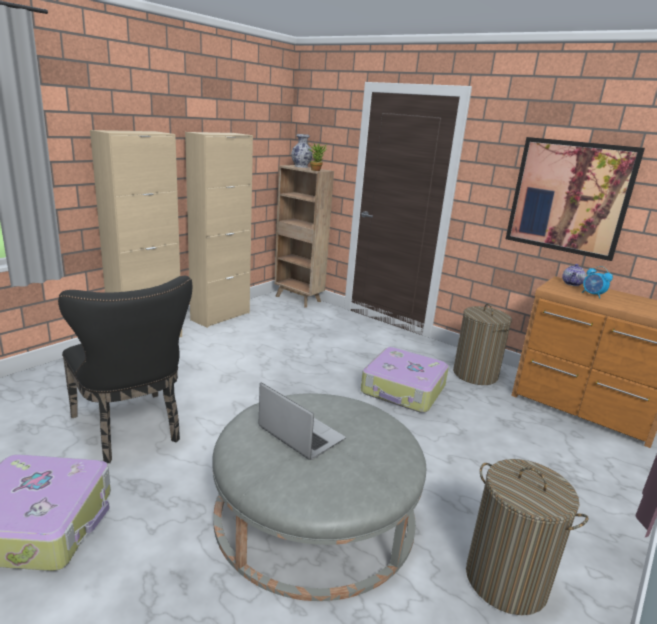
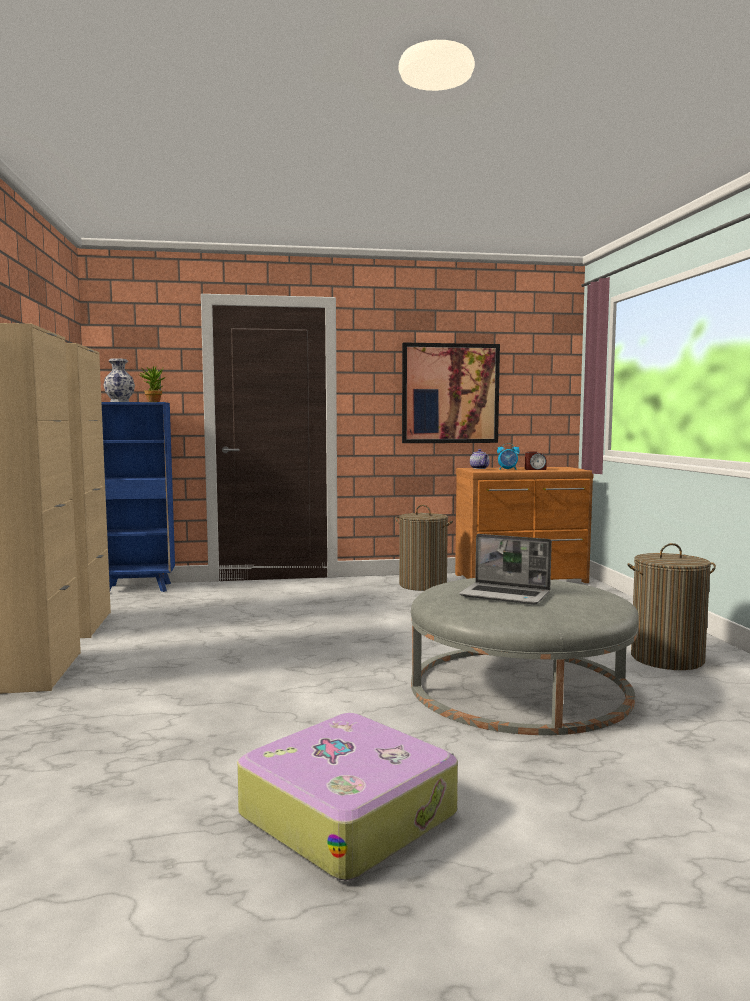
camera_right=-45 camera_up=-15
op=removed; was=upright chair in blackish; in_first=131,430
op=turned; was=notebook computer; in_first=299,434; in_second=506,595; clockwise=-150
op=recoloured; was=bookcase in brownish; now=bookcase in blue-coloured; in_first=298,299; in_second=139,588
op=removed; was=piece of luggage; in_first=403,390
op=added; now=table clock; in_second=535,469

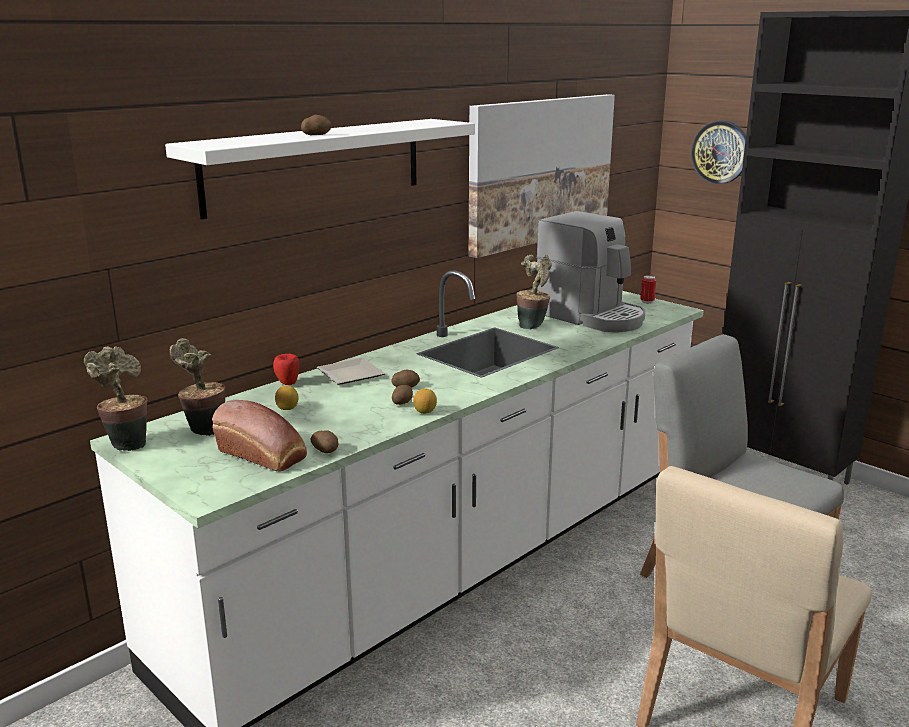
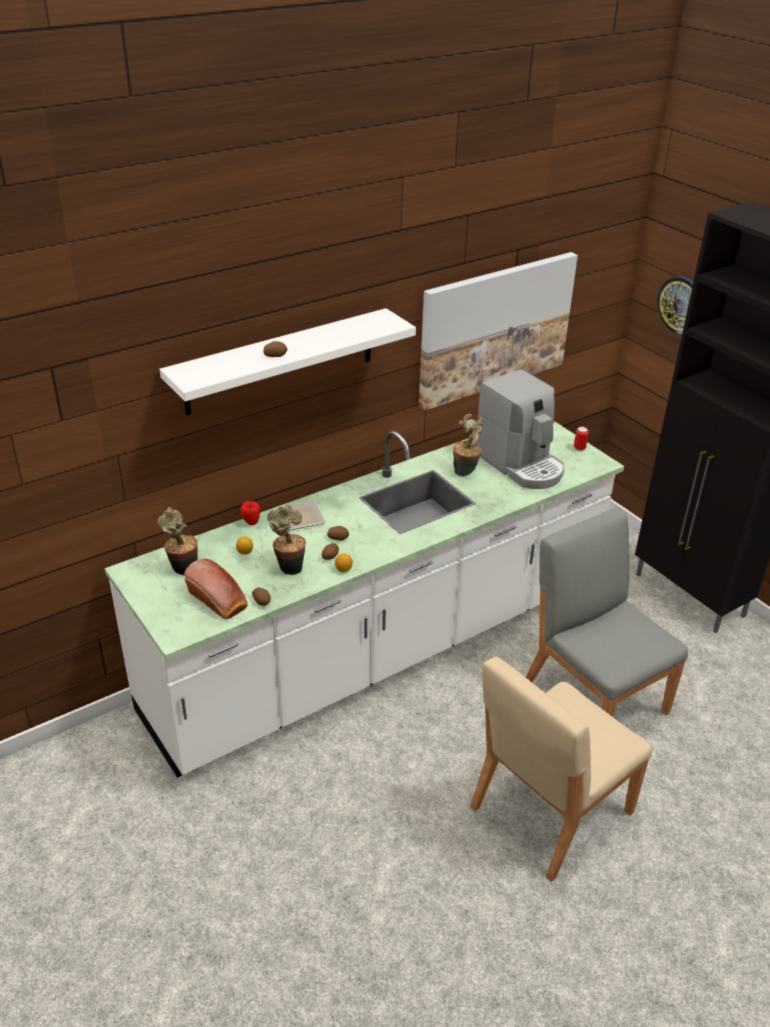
camera_right=10 camera_up=15
op=moved; was=houseplant; in_first=126,443; in_second=289,567

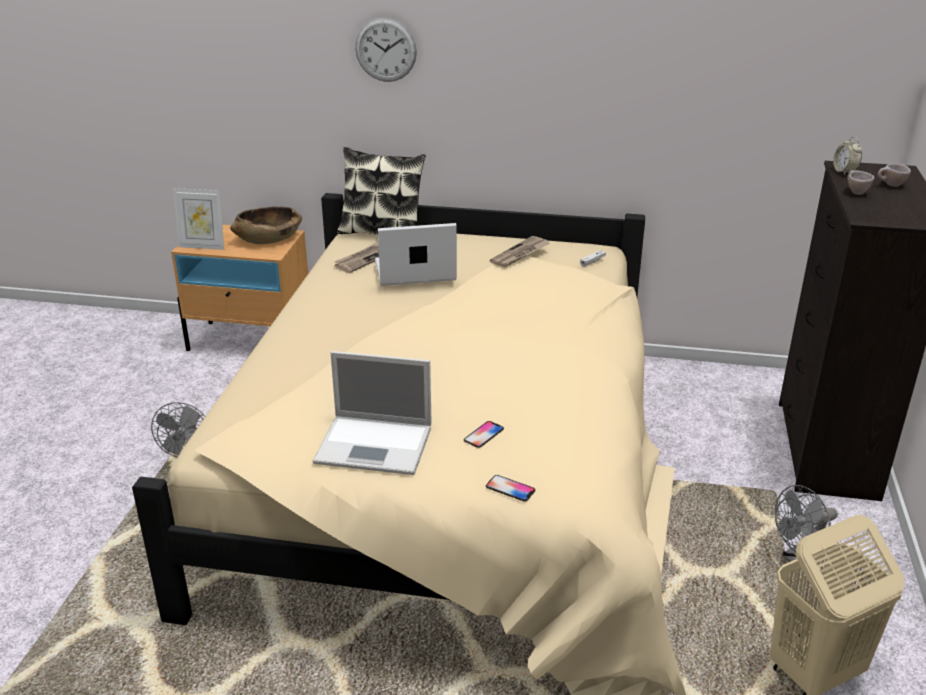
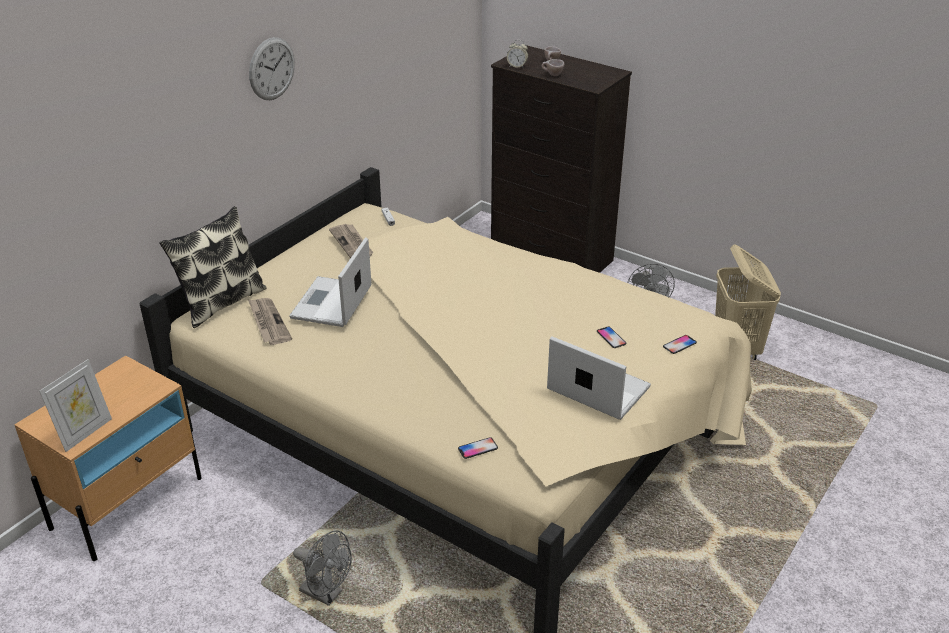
camera_right=-65 camera_up=5
op=removed; was=deep dish in brownish; in_first=268,238
op=turned; was=notebook computer; in_first=376,445; in_second=596,388; clockwise=-90
op=moved; was=wall clock; in_first=385,50; in_second=272,69
op=added; now=telephone; in_second=478,448

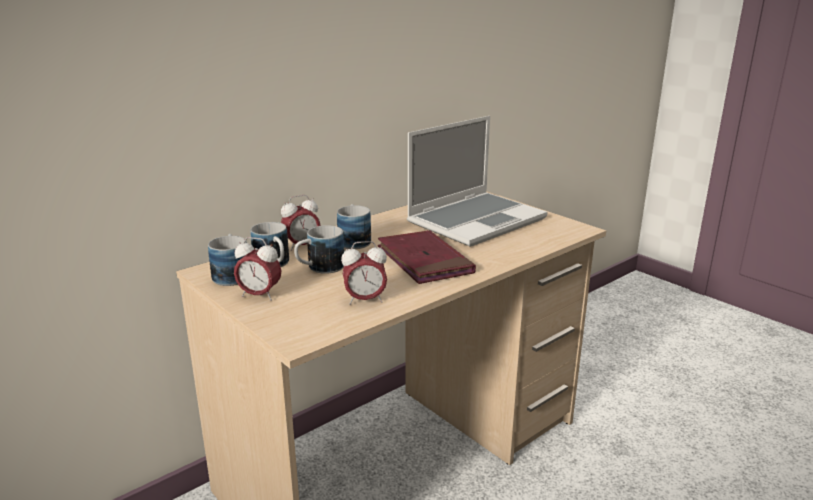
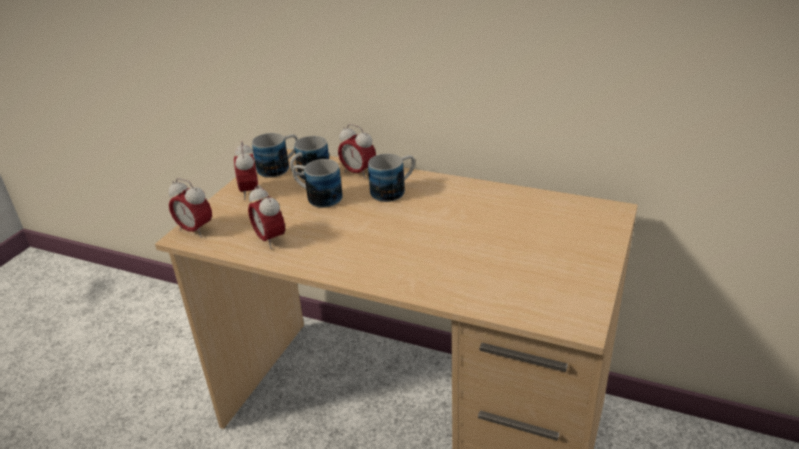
camera_right=65 camera_up=10
op=removed; was=volume in red; in_first=424,261
op=removed; was=notebook computer; in_first=476,220
op=added; now=table clock; in_second=195,230

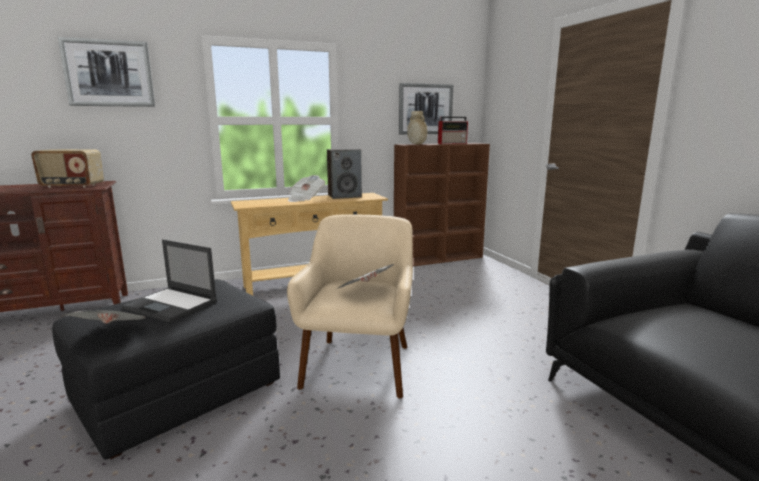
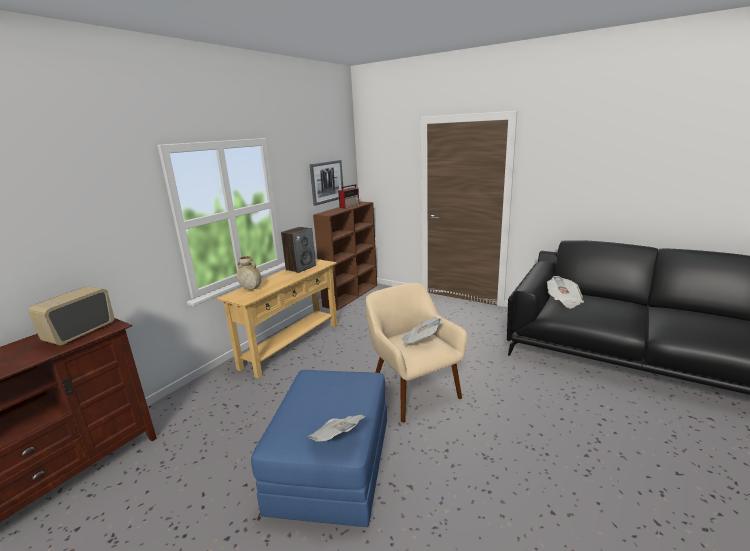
camera_right=-35 camera_up=5
op=turned; was=radio receiver; in_first=72,186; in_second=80,333; clockwise=150
op=recoloured; was=pouffe in blackish; now=pouffe in blue-coloured; in_first=179,392; in_second=332,465
op=removed; was=picture; in_first=109,73
op=removed; was=notebook computer; in_first=171,304
op=moved; was=newspaper; in_first=305,199; in_second=564,301
op=moved; was=vase in beige; in_first=417,144; in_second=251,289

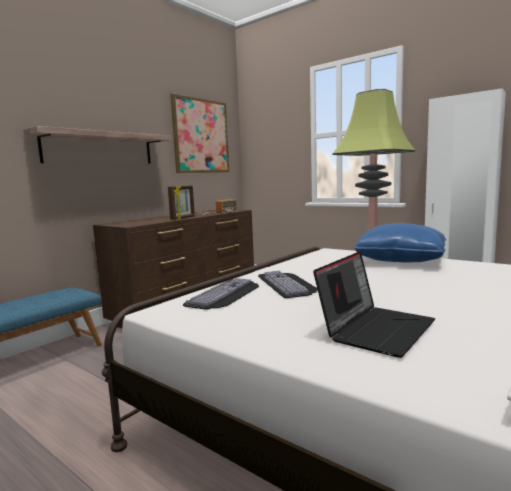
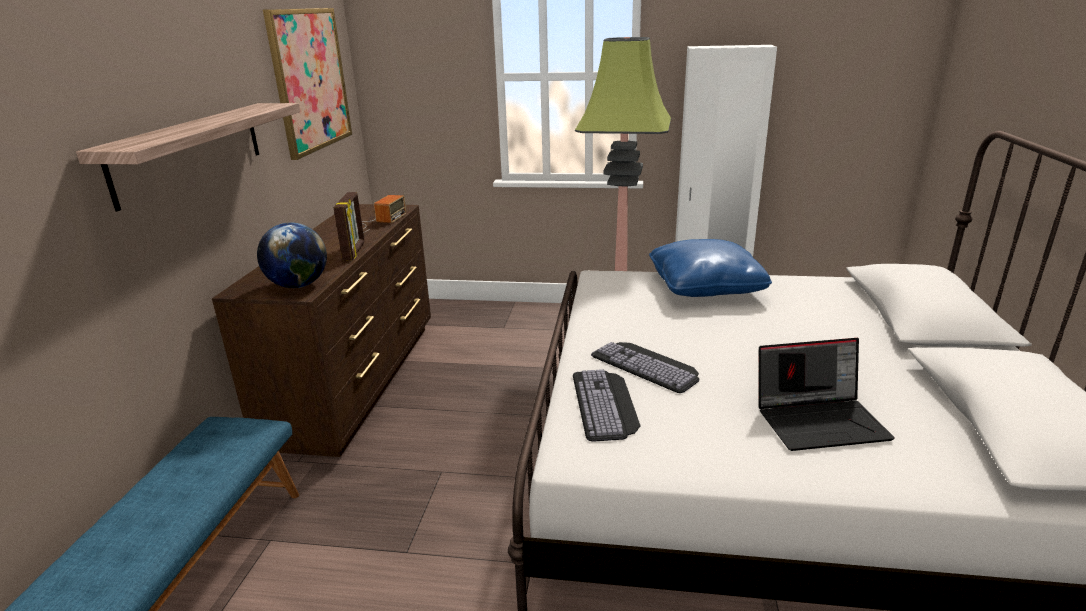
camera_right=-30 camera_up=15
op=turned; was=notebook computer; in_first=376,329; in_second=820,420; clockwise=75
op=added; now=desk globe; in_second=298,285

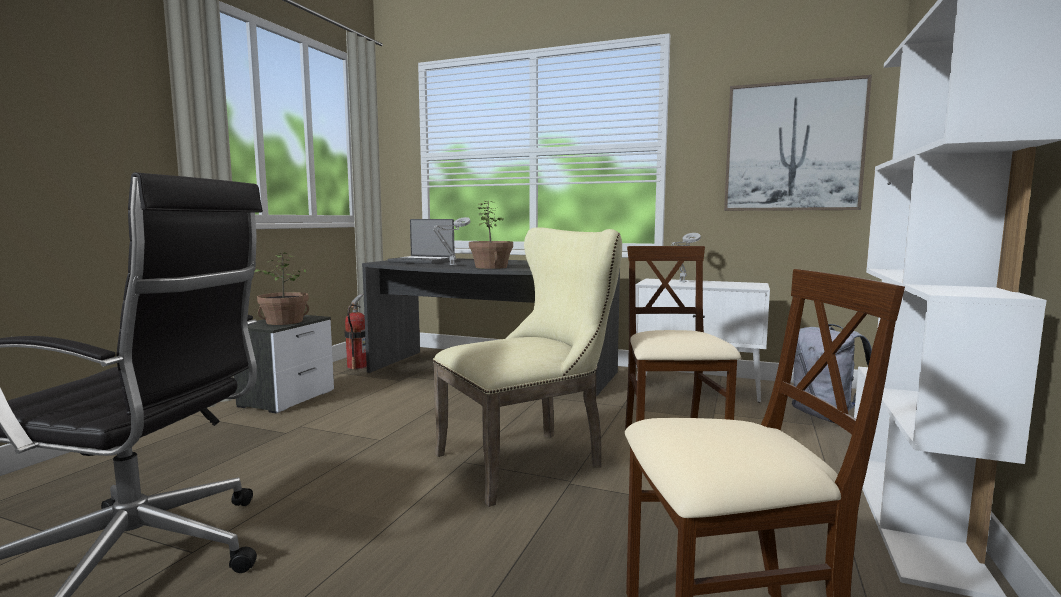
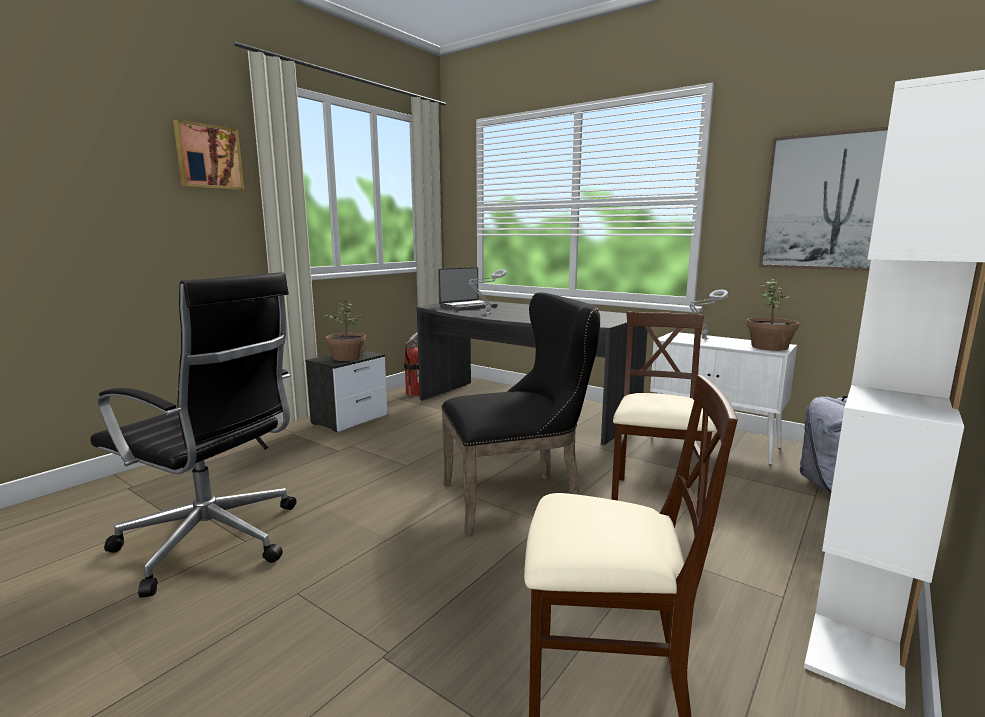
camera_right=15 camera_up=5
op=turned; was=notebook computer; in_first=422,261; in_second=467,306; clockwise=-75
op=recoloured; was=upright chair in beige; now=upright chair in blackish; in_first=529,460; in_second=518,498
op=moved; was=houseplant; in_first=491,267; in_second=770,347
op=added; now=picture; in_second=208,157

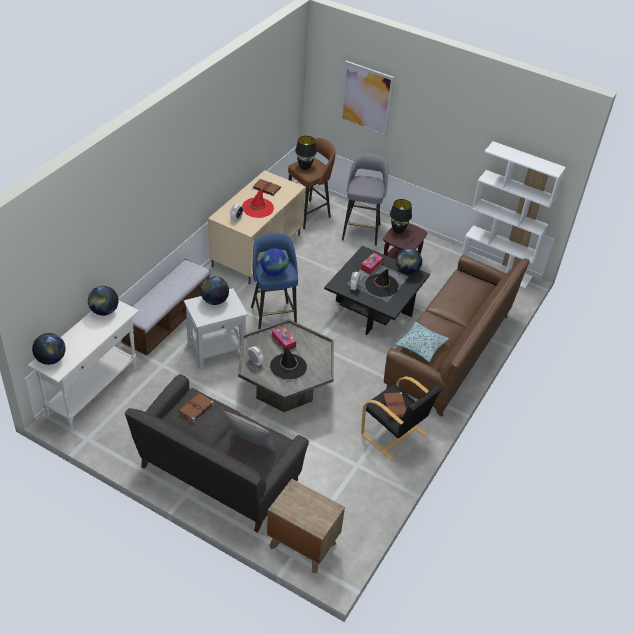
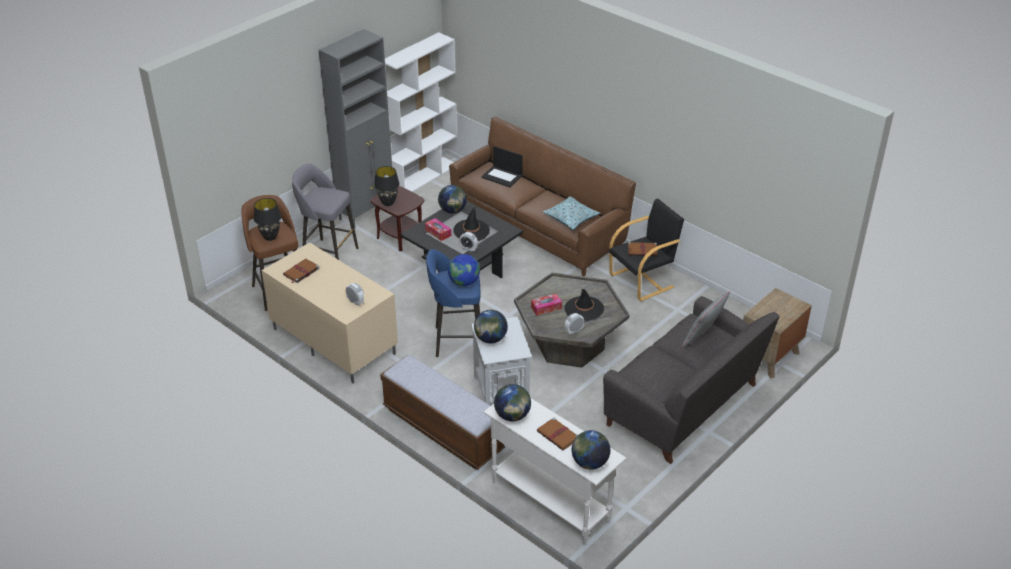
camera_right=-75 camera_up=-5
op=moved; was=volume in brownish; in_first=195,408; in_second=558,436
op=removed; was=hat in red; in_first=257,208
op=removed; was=picture; in_first=366,99
op=added; now=cabinet in greyish; in_second=367,212
op=added; now=notebook computer; in_second=502,176

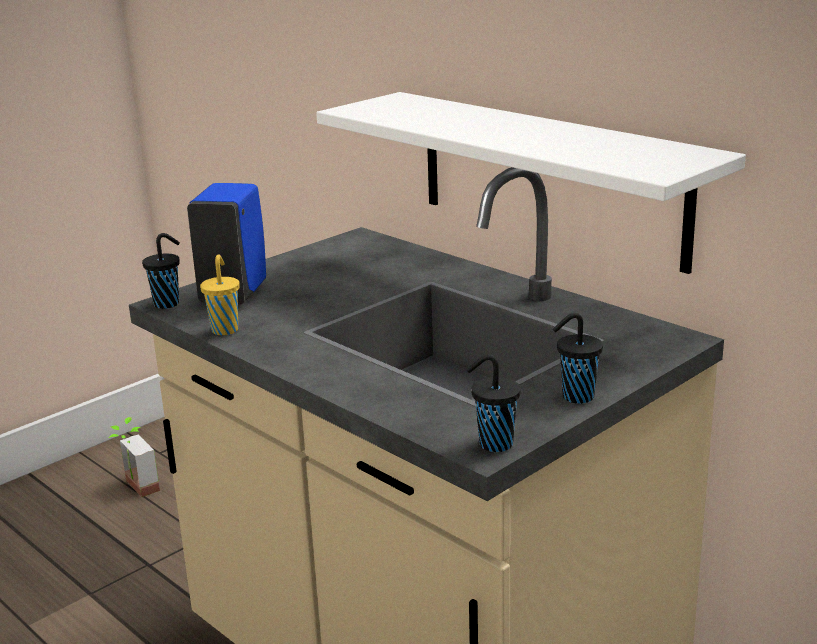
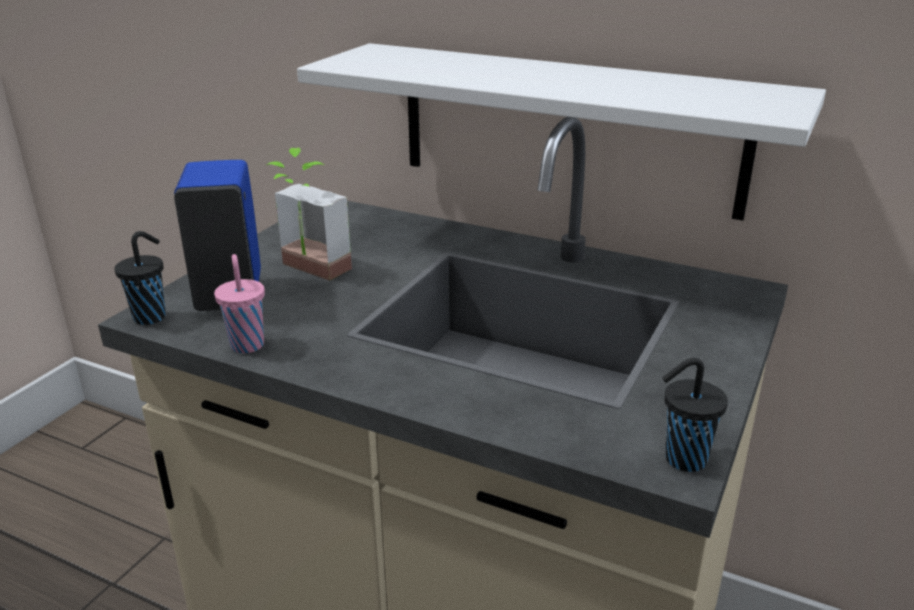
camera_right=-20 camera_up=5
op=moved; was=houseplant; in_first=135,488; in_second=307,271
op=recoloured; was=cup in yellowish; now=cup in pink-coloured; in_first=225,329; in_second=247,344
op=removed; was=cup in blackish; in_first=576,397

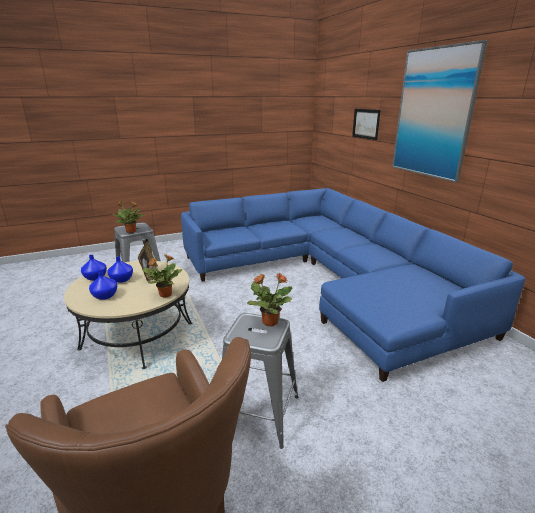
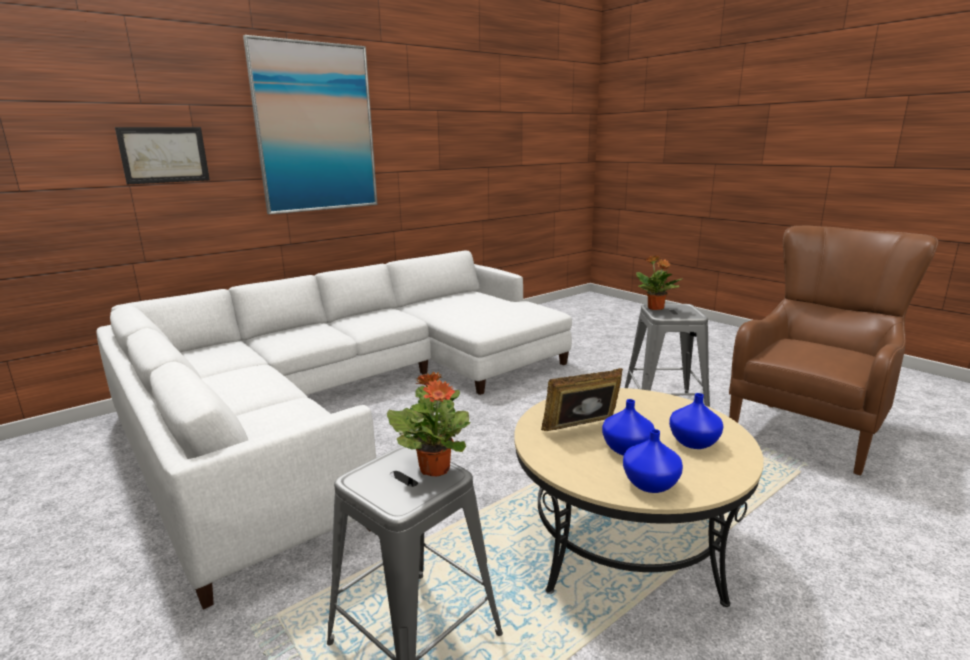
camera_right=-105 camera_up=-5
op=removed; was=houseplant; in_first=165,294
op=recoloured; was=settee in blue-coloured; now=settee in white; in_first=328,279; in_second=350,399

